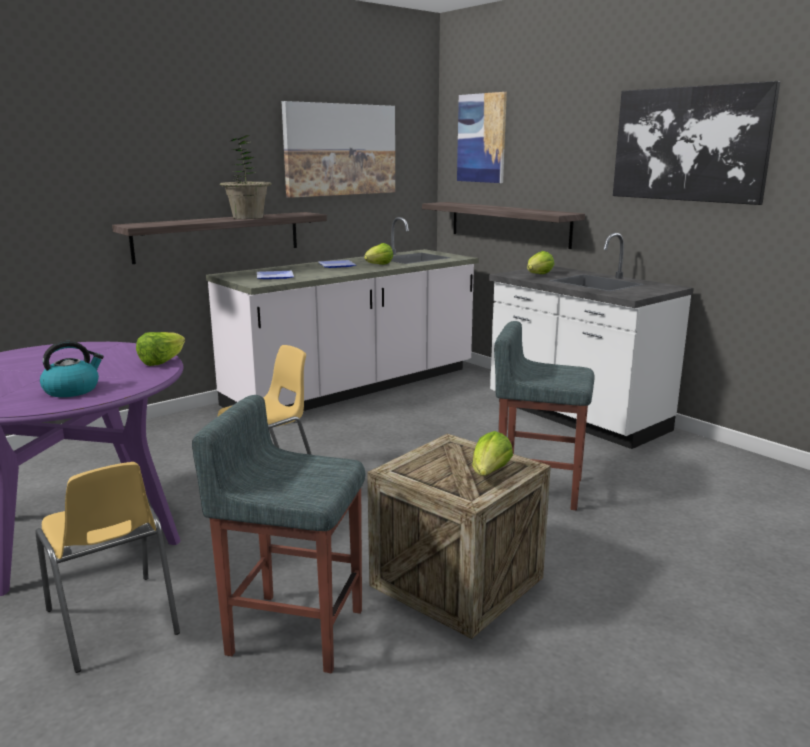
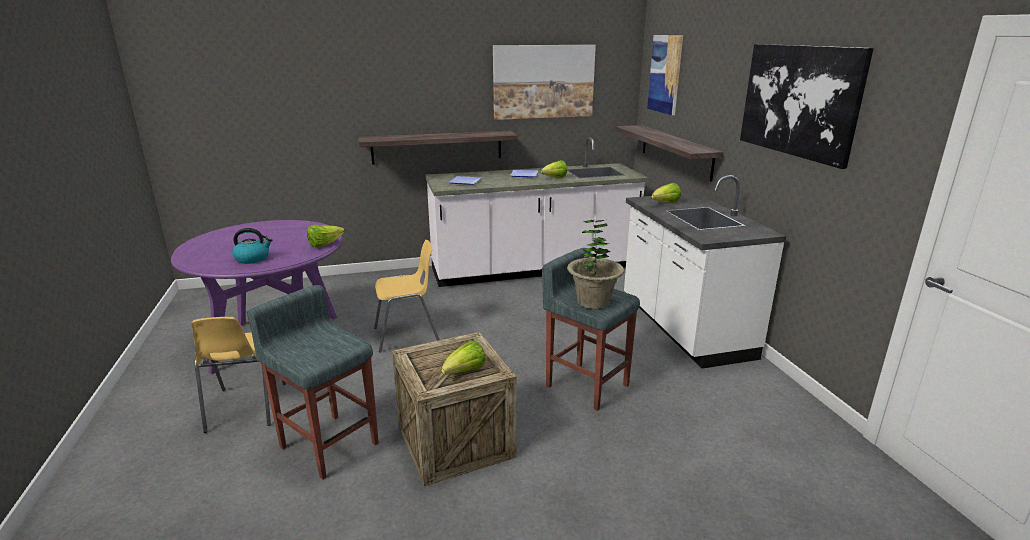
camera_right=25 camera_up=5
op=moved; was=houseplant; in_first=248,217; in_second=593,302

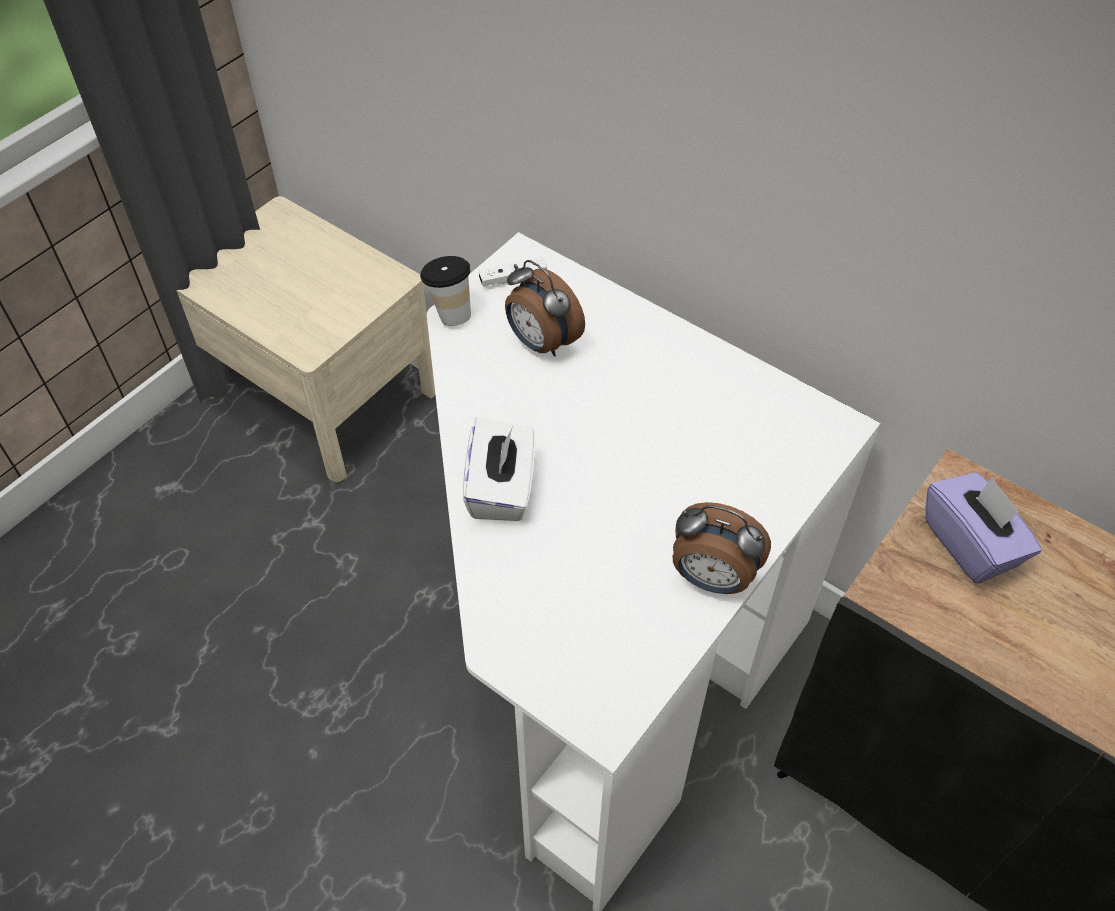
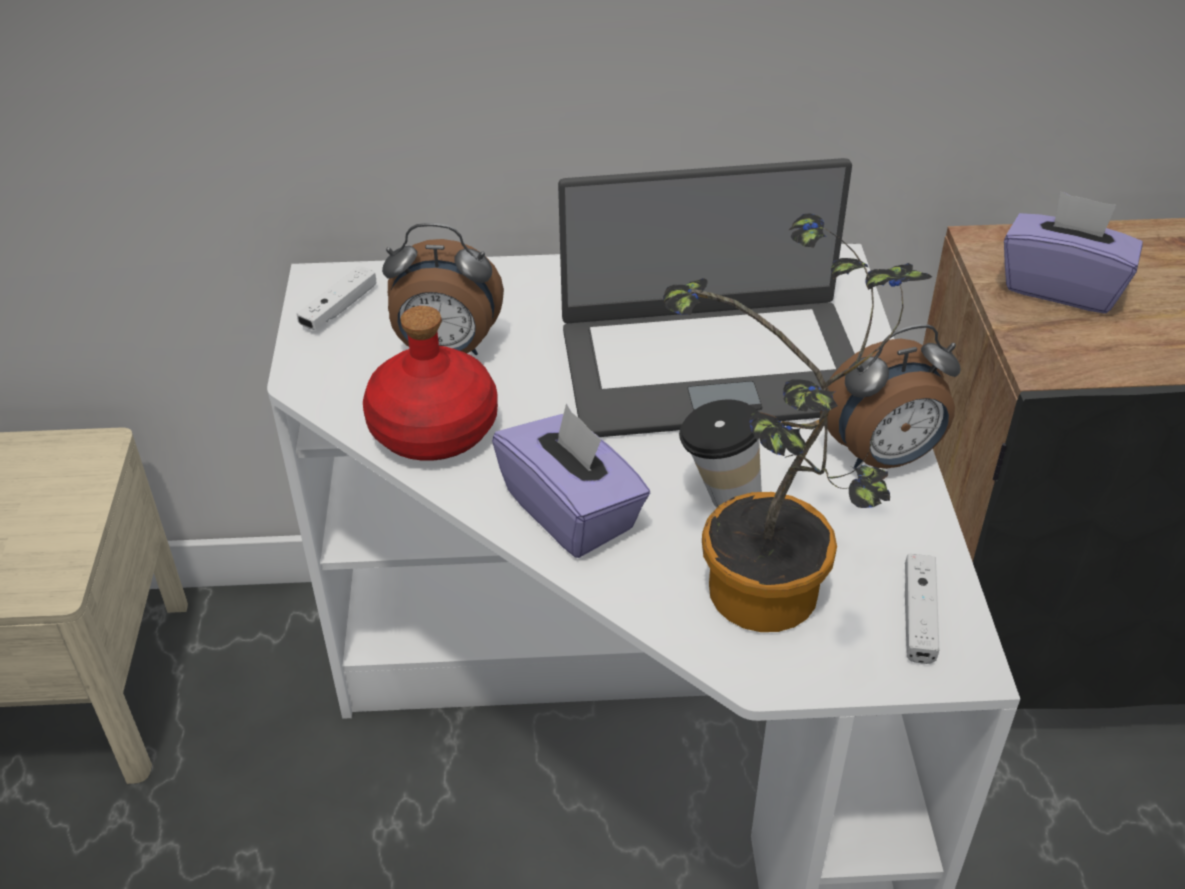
camera_right=-40 camera_up=-10
op=moved; was=cup; in_first=450,313; in_second=718,496
op=recoloured; was=tissue box in white; now=tissue box in purplish; in_first=502,489; in_second=572,511
op=added; now=bottle in red; in_second=432,429
op=added; now=notebook computer; in_second=711,366
op=added; now=houseplant; in_second=769,605
op=added; now=joypad in white; in_second=918,616

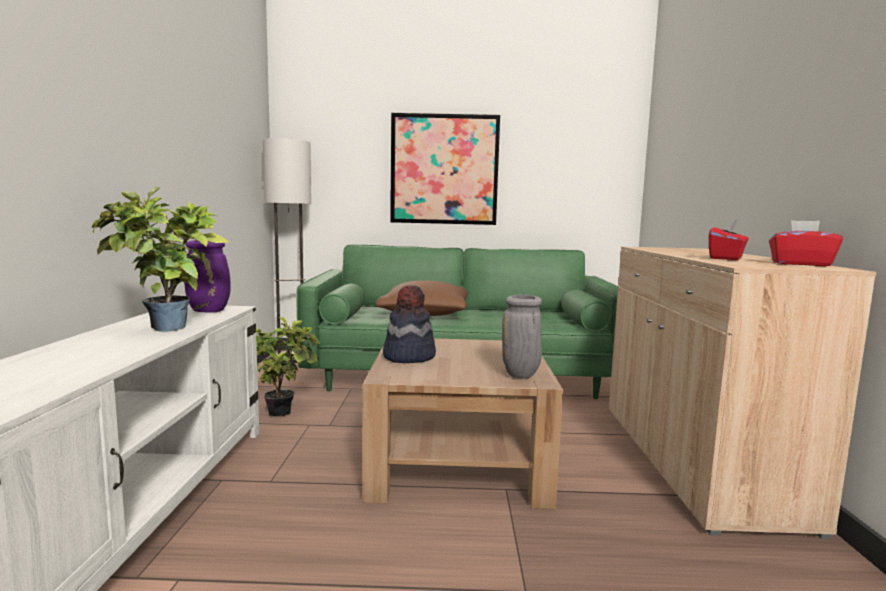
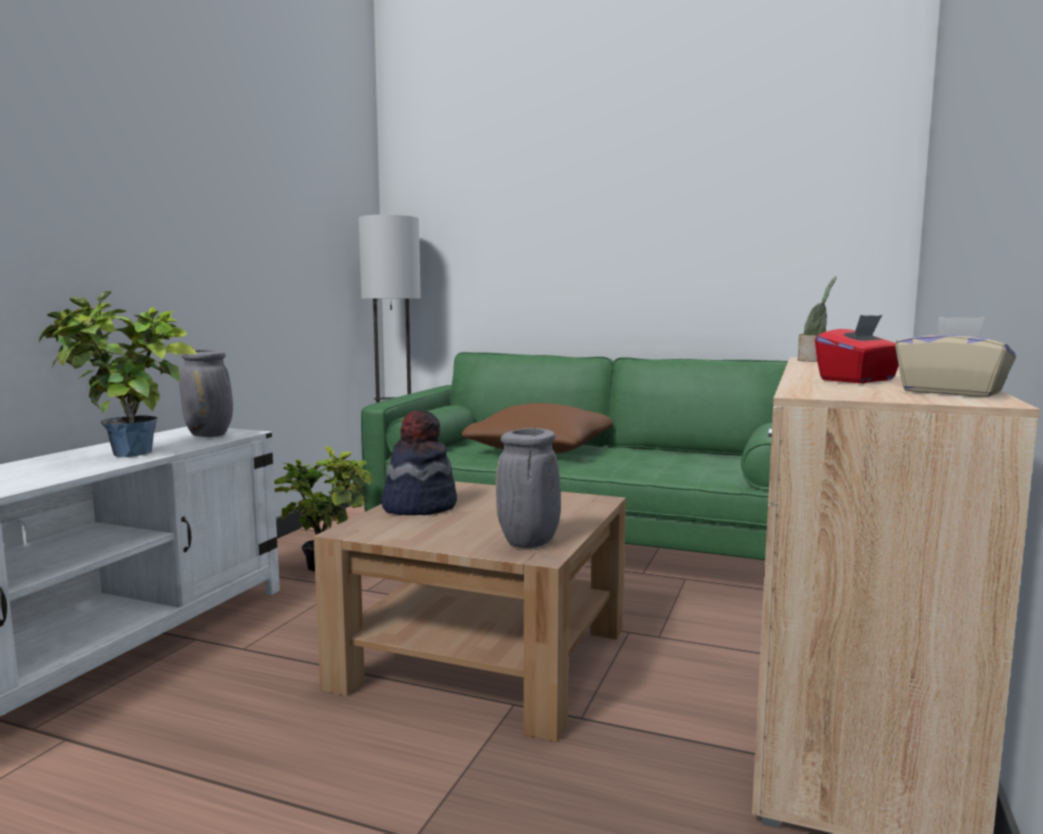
camera_right=20 camera_up=0
op=recoloured; was=vase in purplish; now=vase in greyish; in_first=210,311; in_second=210,435
op=removed; was=picture; in_first=444,170
op=recoloured; was=tissue box in red; now=tissue box in beige; in_first=800,264; in_second=951,392
op=added; now=houseplant; in_second=815,361

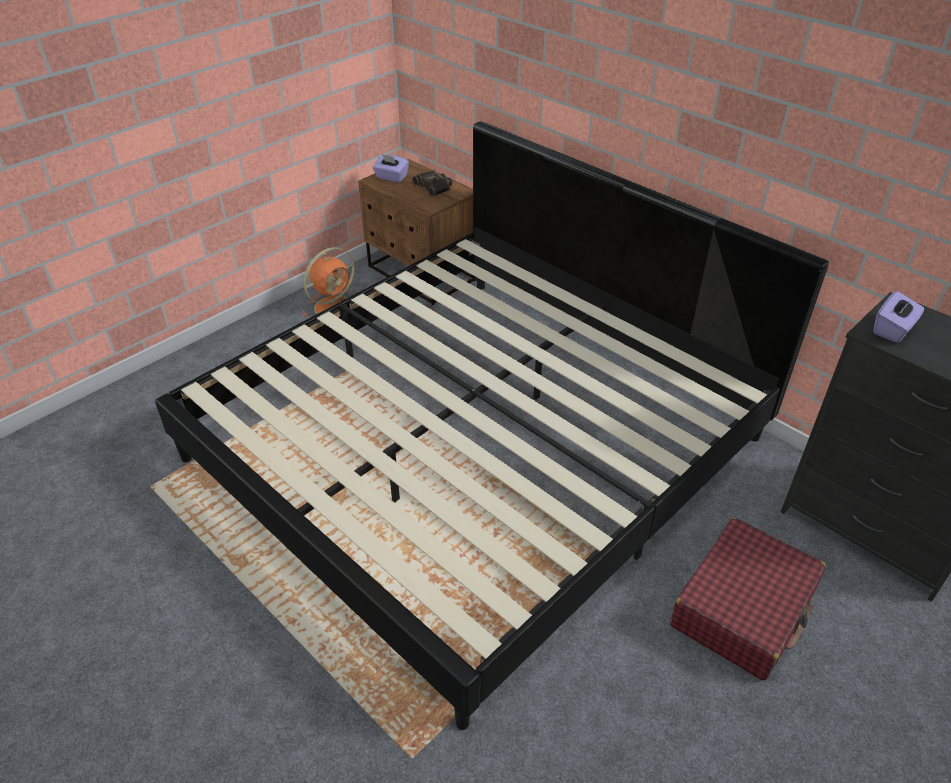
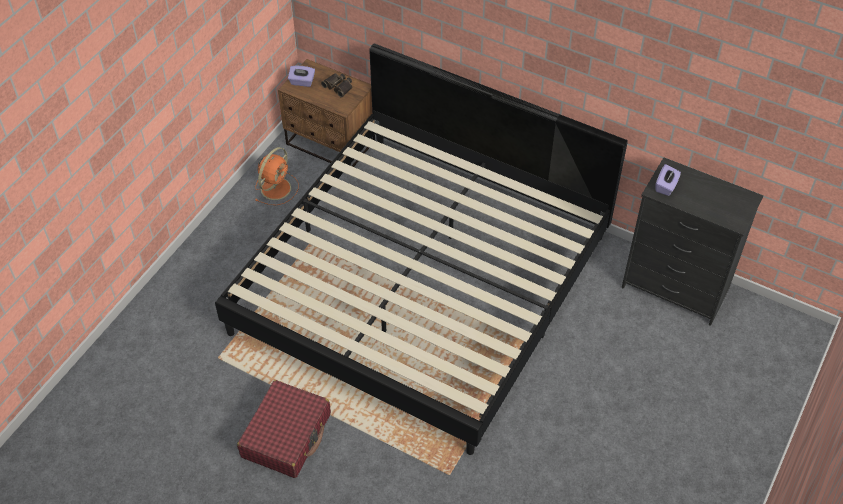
camera_right=-15 camera_up=10
op=moved; was=piece of luggage in red; in_first=743,608; in_second=286,435

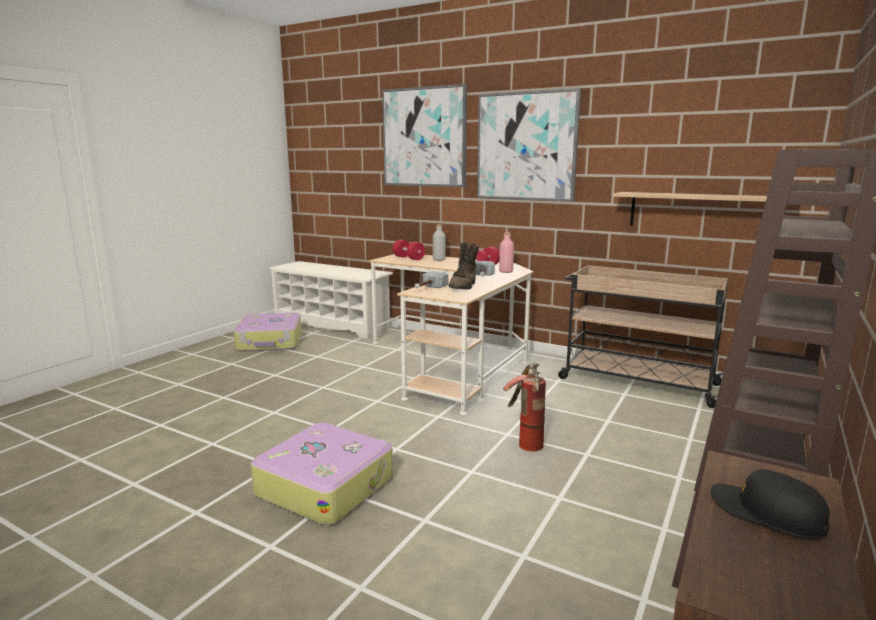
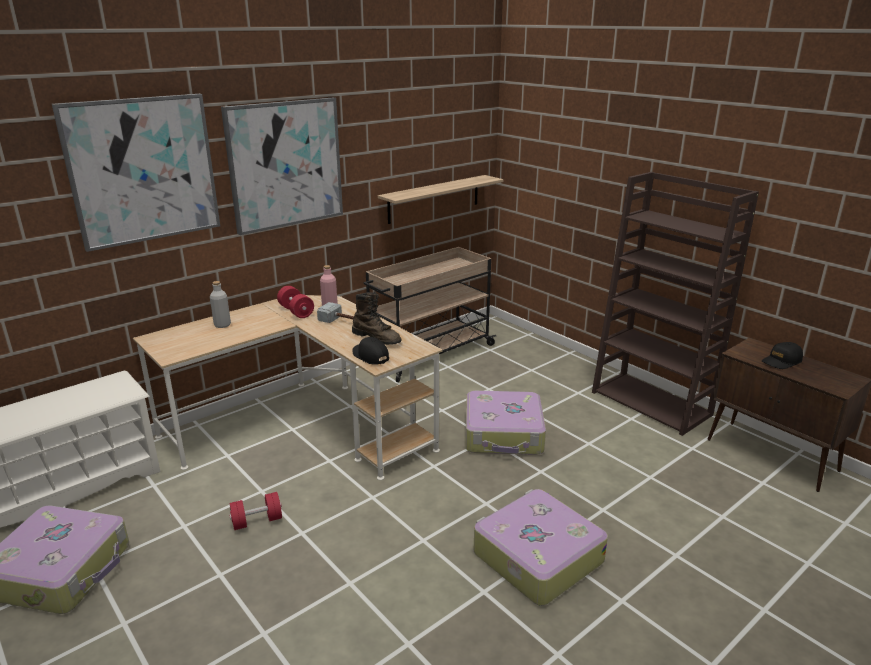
camera_right=-70 camera_up=10
op=moved; was=free weight in red; in_first=408,258; in_second=257,521
op=replaced; was=tool hammer; now=cap in blackish; in_first=428,288; in_second=370,356
op=replaced; was=extinguisher; now=piece of luggage; in_first=523,441; in_second=504,434

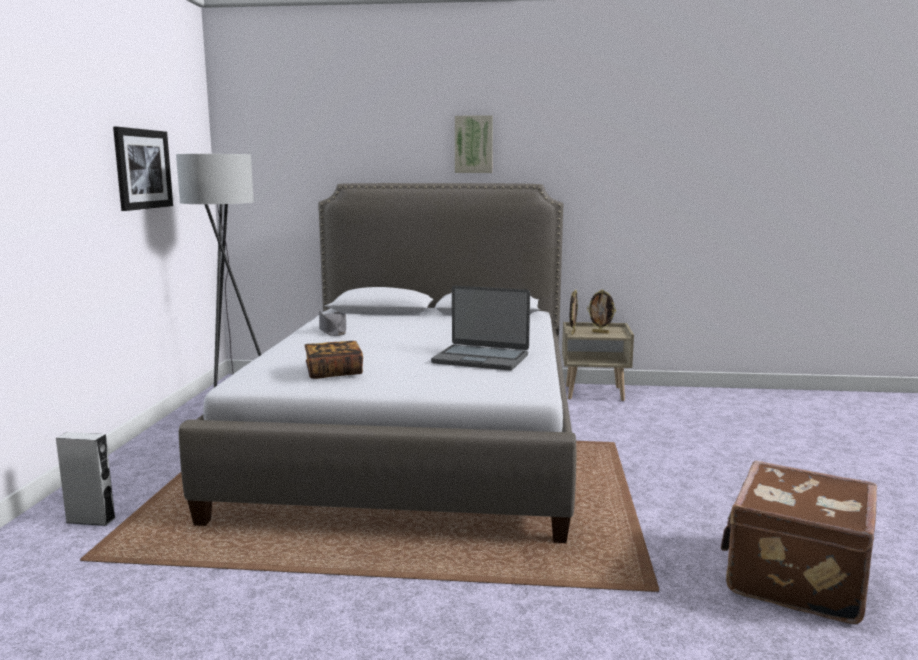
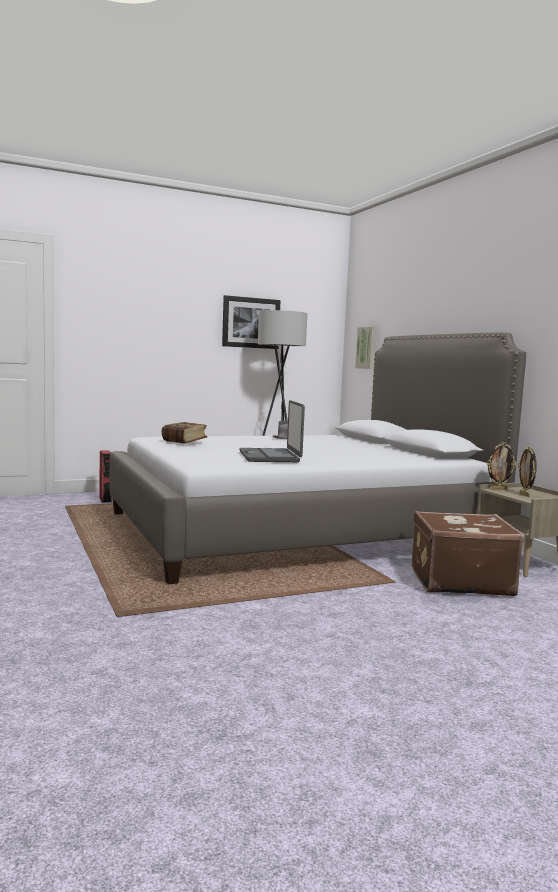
camera_right=60 camera_up=-5
op=recoloured; was=speaker in greyish; now=speaker in red; in_first=91,520; in_second=105,500
op=moved; was=picture; in_first=473,144; in_second=367,348
op=moved; was=piece of luggage in brownish; in_first=794,577; in_second=459,581

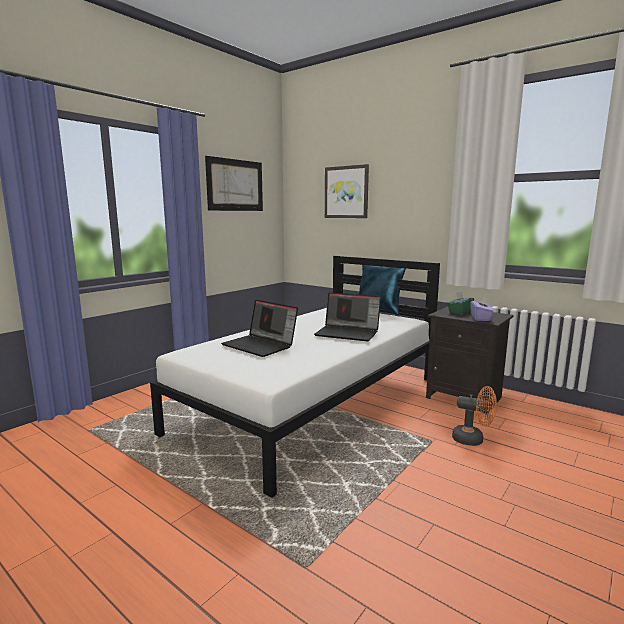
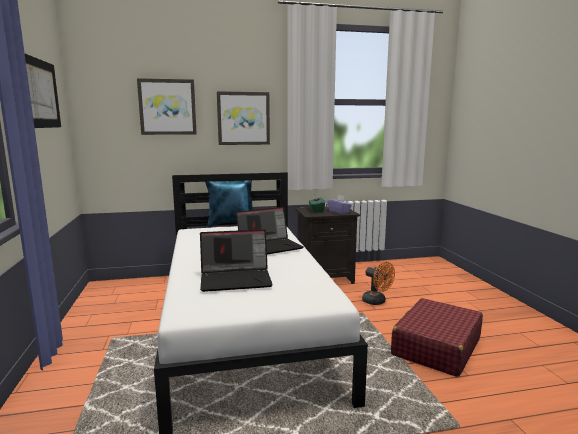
camera_right=-50 camera_up=0
op=turned; was=electric fan in orangey; in_first=473,439; in_second=377,302; clockwise=75
op=added; now=picture; in_second=243,118
op=added; now=piece of luggage in red; in_second=436,347

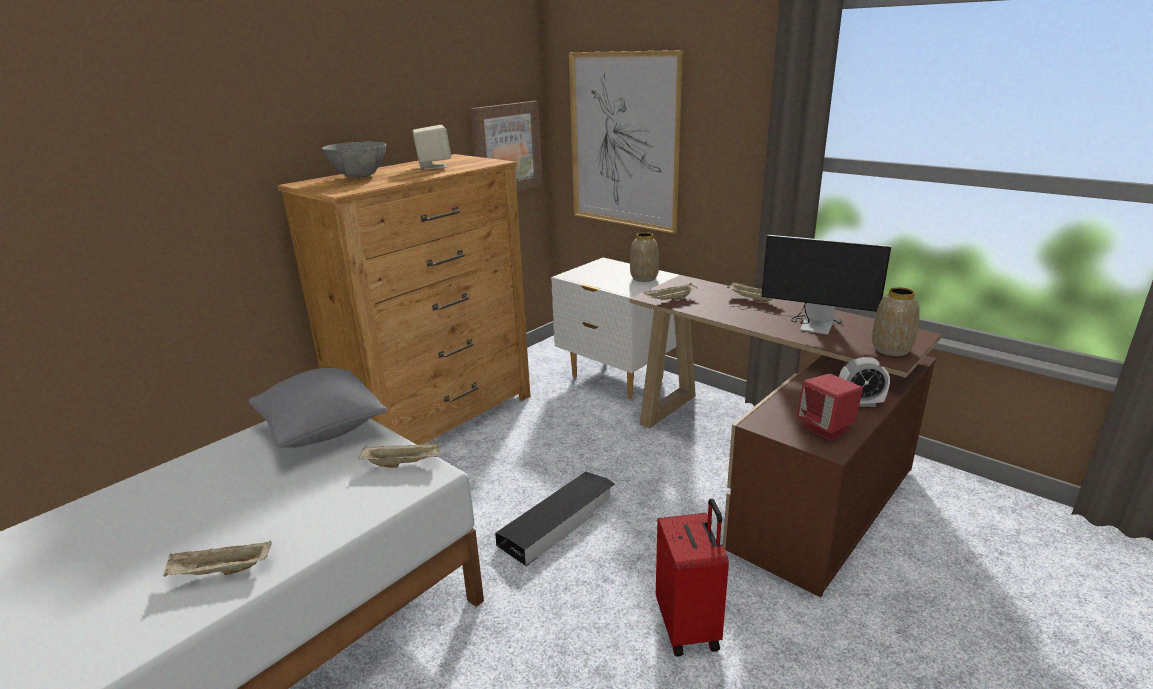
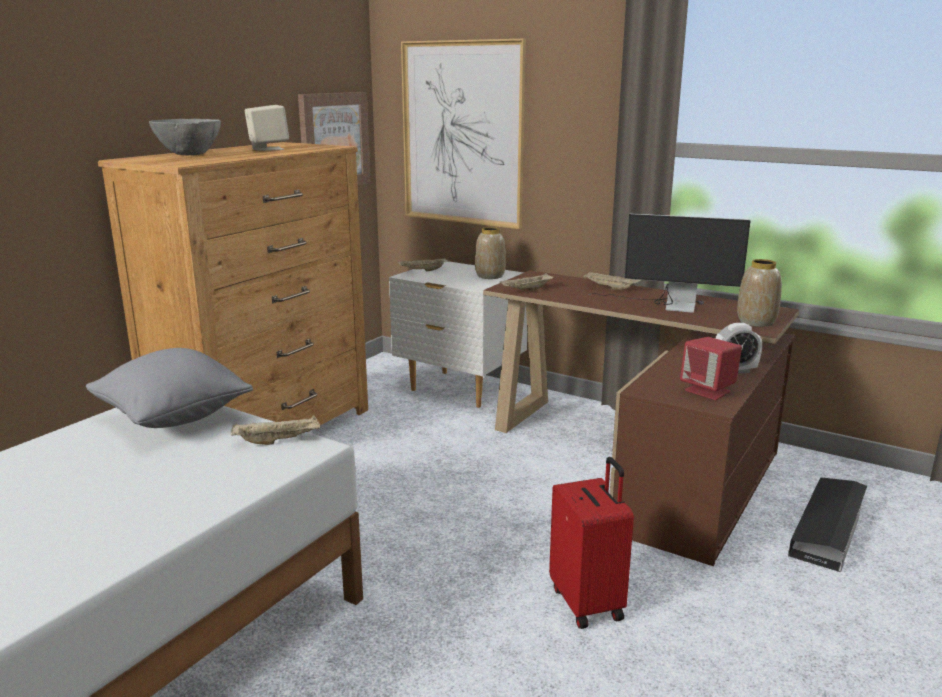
camera_right=-10 camera_up=-5
op=moved; was=carrying tray in beige; in_first=220,572; in_second=423,271
op=moved; was=storage bin in blackish; in_first=559,522; in_second=828,529

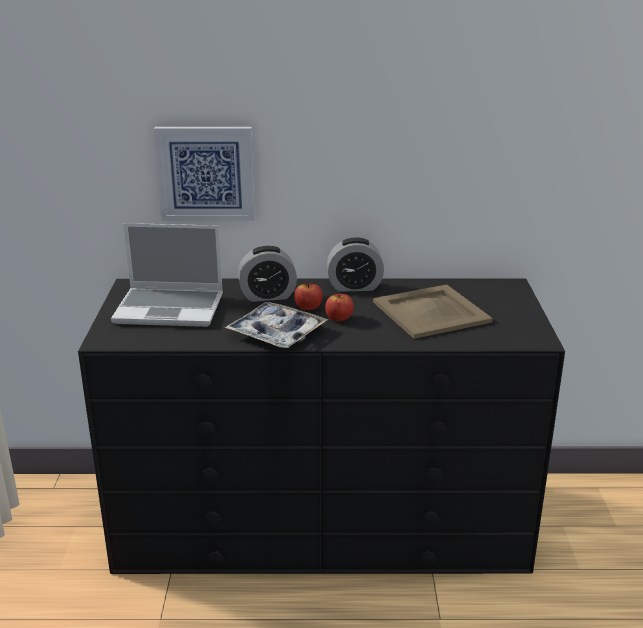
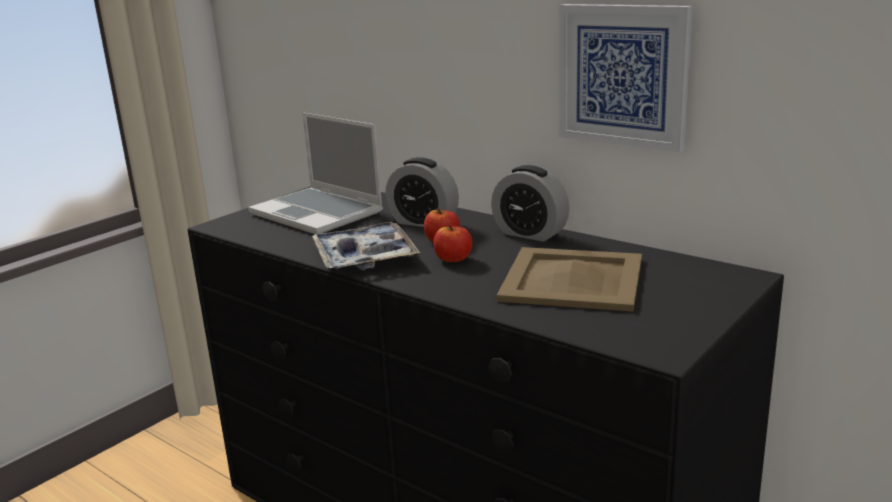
camera_right=40 camera_up=-5
op=moved; was=picture; in_first=206,173; in_second=623,75

